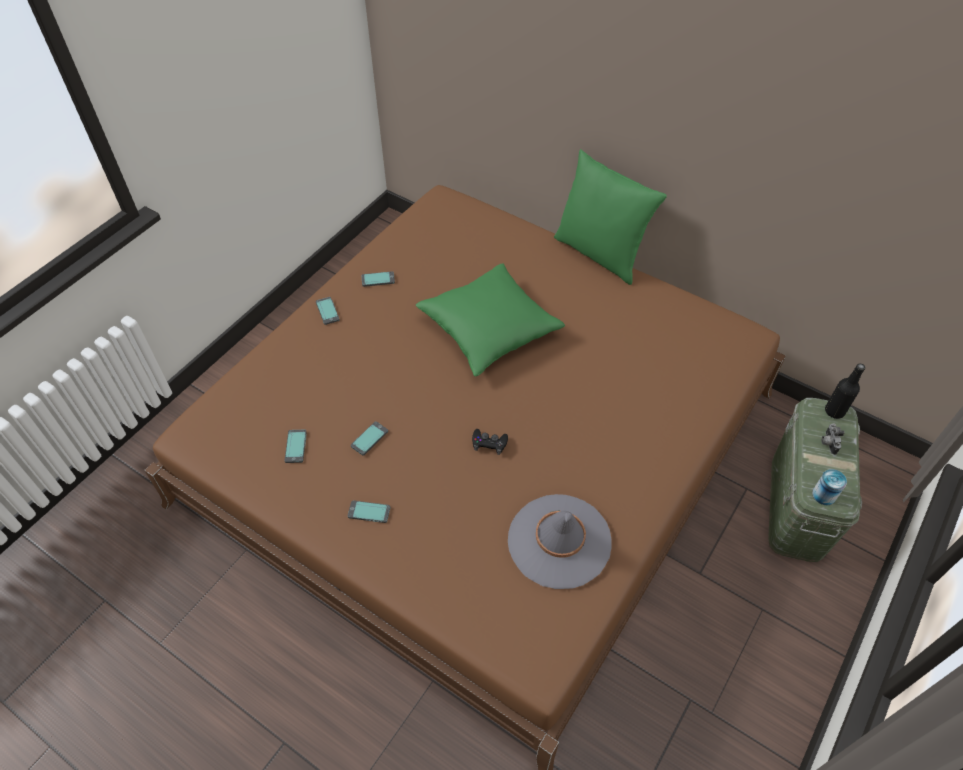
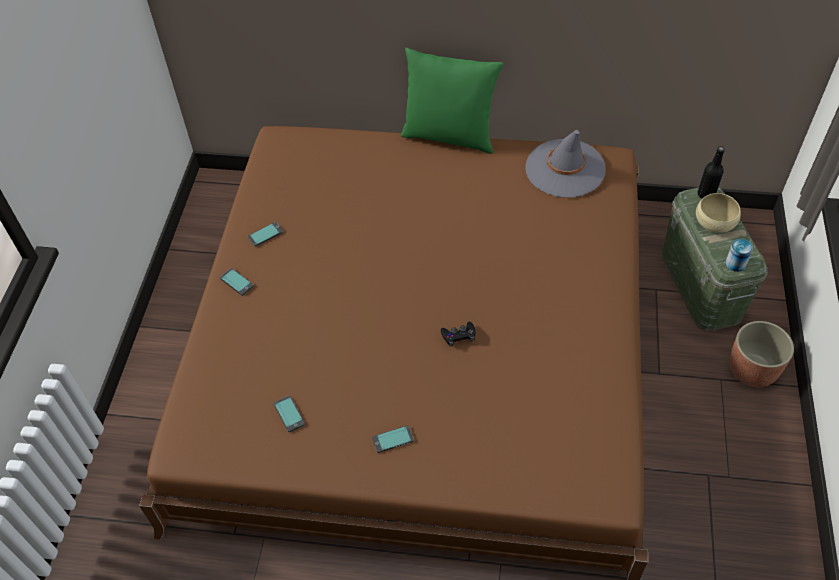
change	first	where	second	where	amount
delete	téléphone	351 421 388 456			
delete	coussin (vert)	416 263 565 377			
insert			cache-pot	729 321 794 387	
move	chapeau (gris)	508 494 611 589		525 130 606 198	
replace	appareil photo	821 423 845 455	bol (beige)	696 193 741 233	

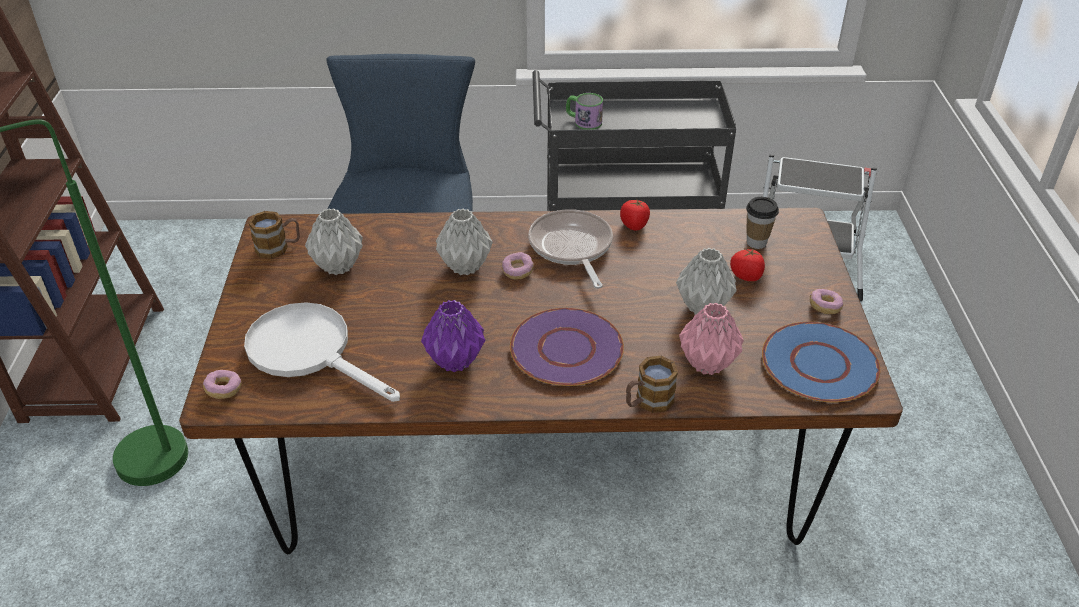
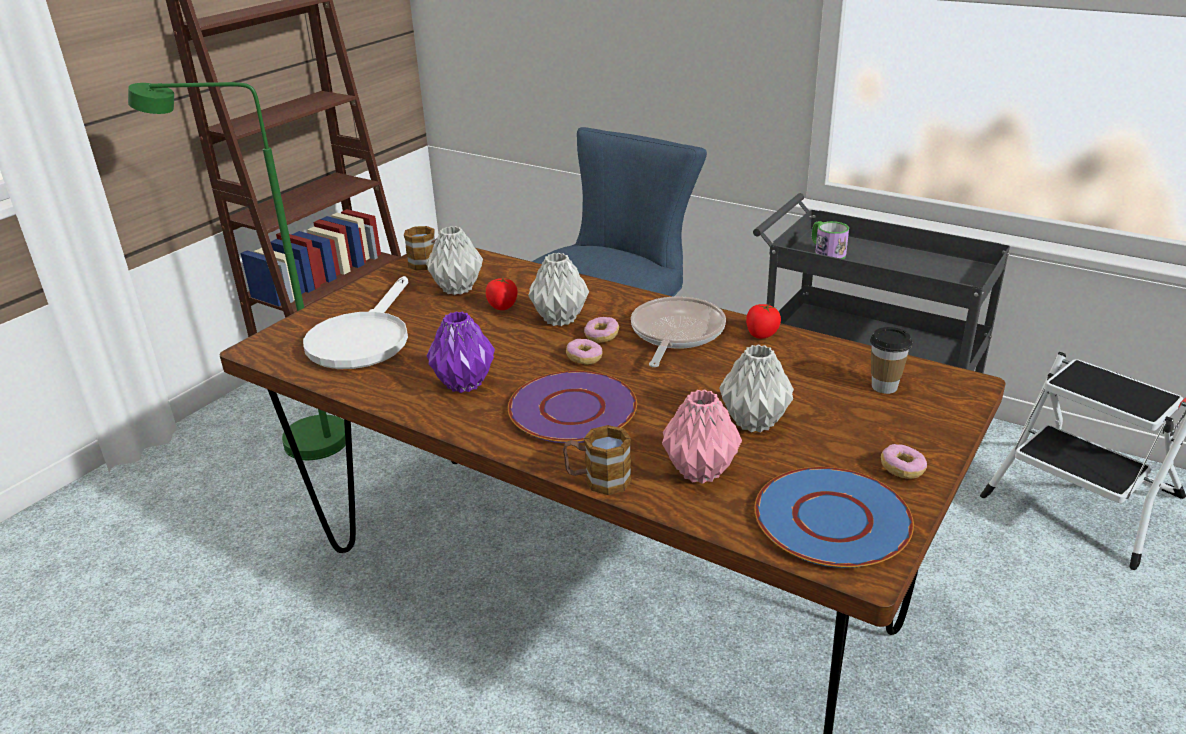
change	first	where	second	where	amount
move	beignet	203 370 242 399		566 339 602 365	
move	tomate	730 247 765 281		486 277 518 310	
rotate	poêle (blanc)	244 302 400 402		303 276 408 369	150 degrees counterclockwise

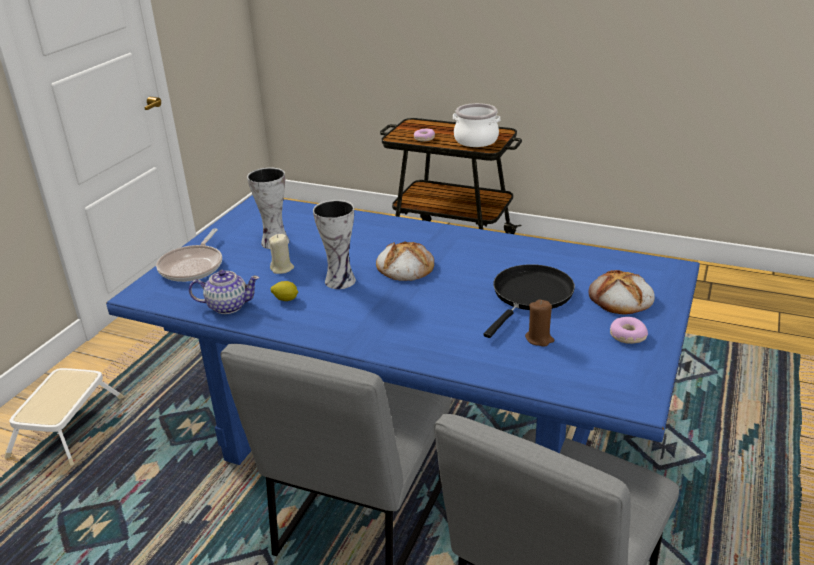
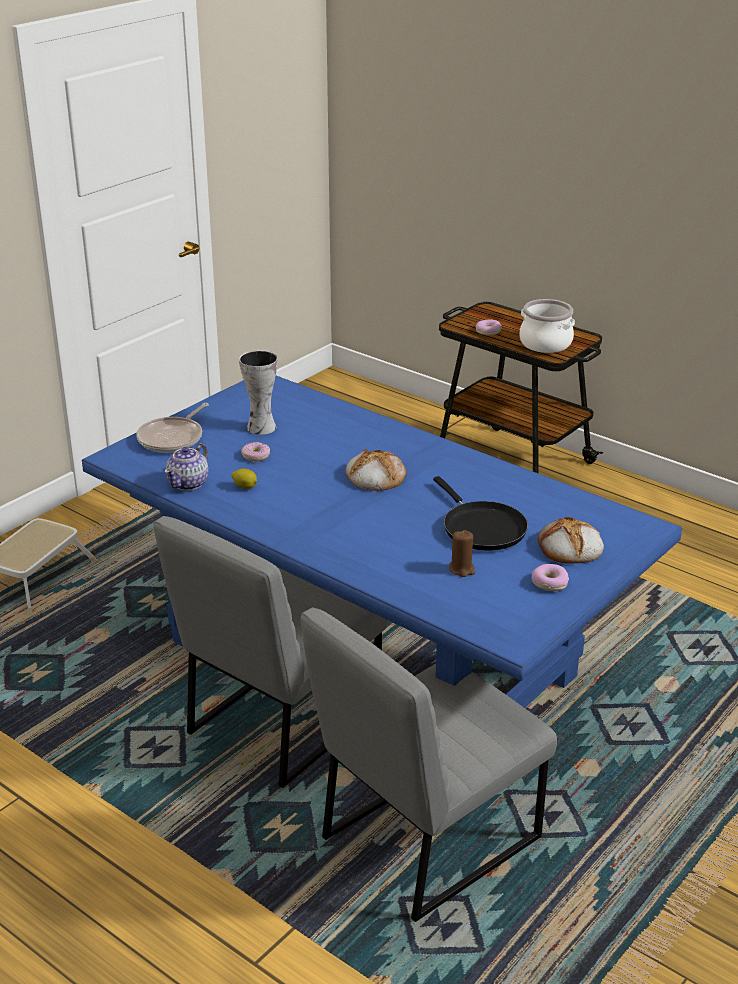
change	first	where	second	where	amount
delete	vase	313 200 356 289			
replace	bougie (beige)	269 234 294 274	beignet	241 442 270 461	
rotate	théière	189 270 260 314		165 443 209 491	105 degrees clockwise
rotate	poêle (noir)	484 264 575 338		433 476 528 551	105 degrees clockwise

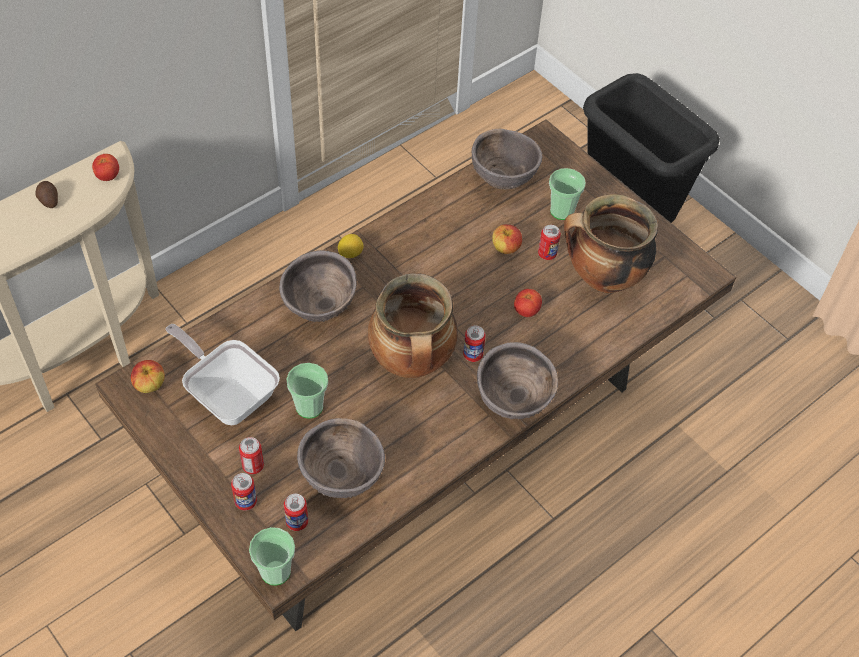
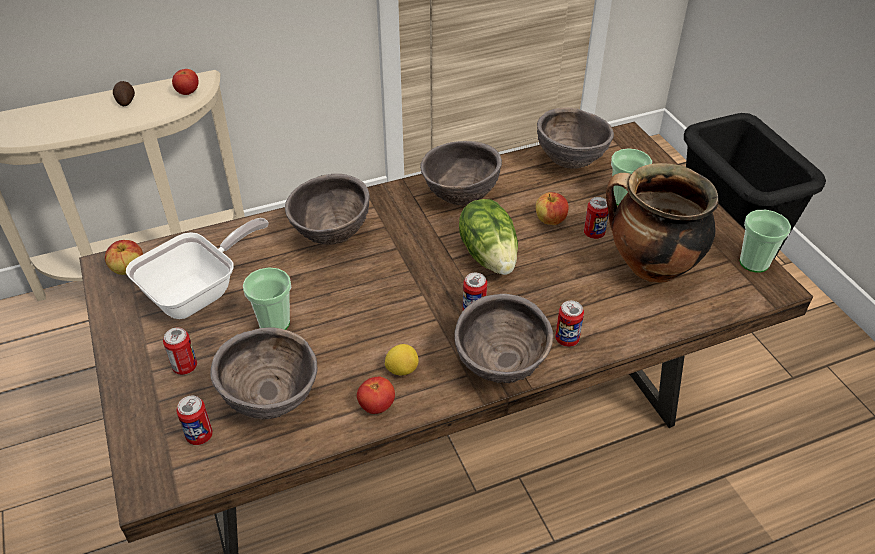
change	first	where	second	where	amount
delete	marmite	368 273 458 378			
insert			bol (marron)	420 141 502 206	
insert			laitue	459 199 518 275	
move	boîte métallique	231 473 257 511		555 301 584 347	
move	tasse	249 527 295 585		740 210 791 273	
move	citron	338 234 363 258		385 344 419 376	
move	tomate	514 289 542 317		357 377 395 414	
rotate	poêle	165 324 280 425		126 218 269 319	75 degrees clockwise

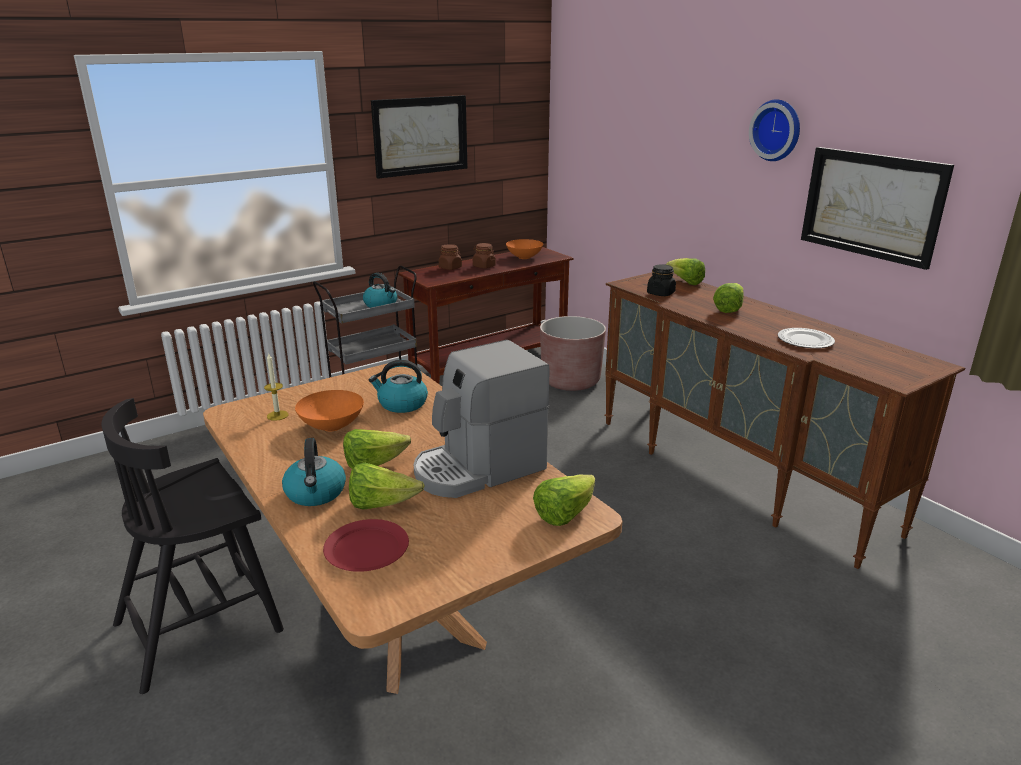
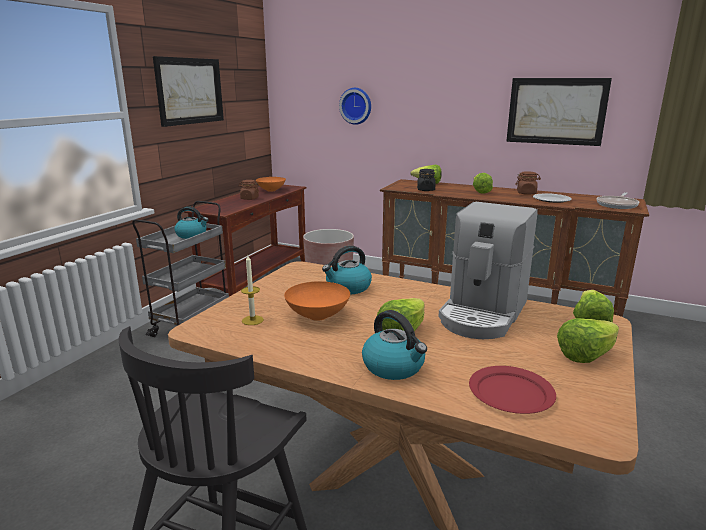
change	first	where	second	where	amount
insert			poêle	597 192 639 209	
move	laitue	349 463 425 510		557 318 619 363	
move	bocal (marron)	439 244 462 270		515 171 541 195	
move	horloge murale	749 99 800 161		339 88 371 125	

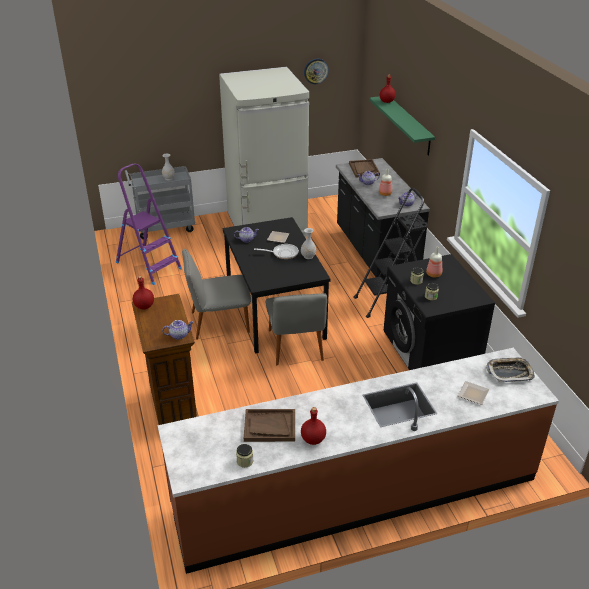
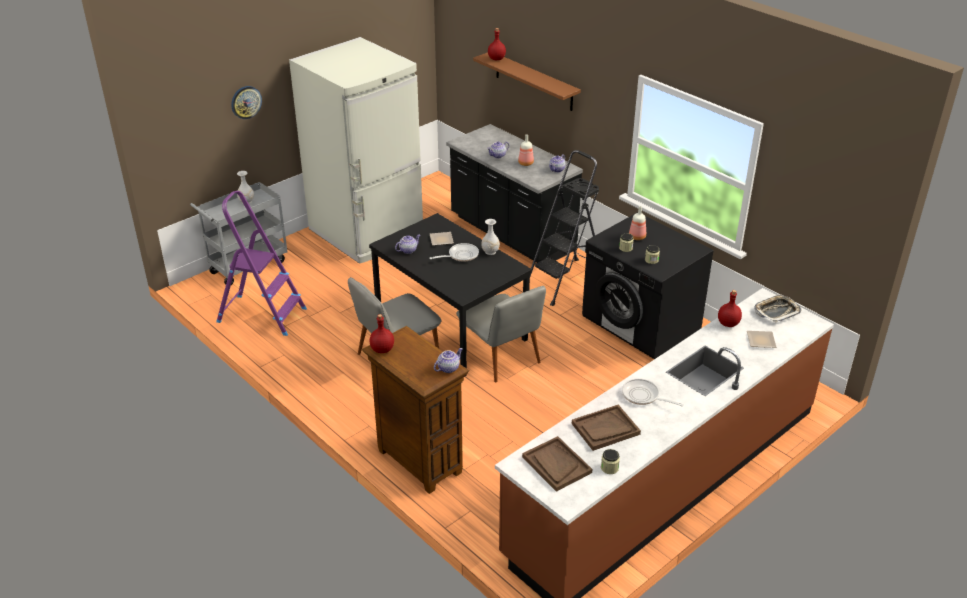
change	first	where	second	where	amount
insert			poêle	622 379 684 407	
move	bouteille (rouge)	301 407 326 445		718 290 742 327	
move	horloge murale	304 59 329 84		231 86 262 119	
move	plateau (marron)	349 159 380 178		522 436 592 492	
recolor	étagère (vert)	369 96 435 155	étagère (marron)	473 52 581 111	

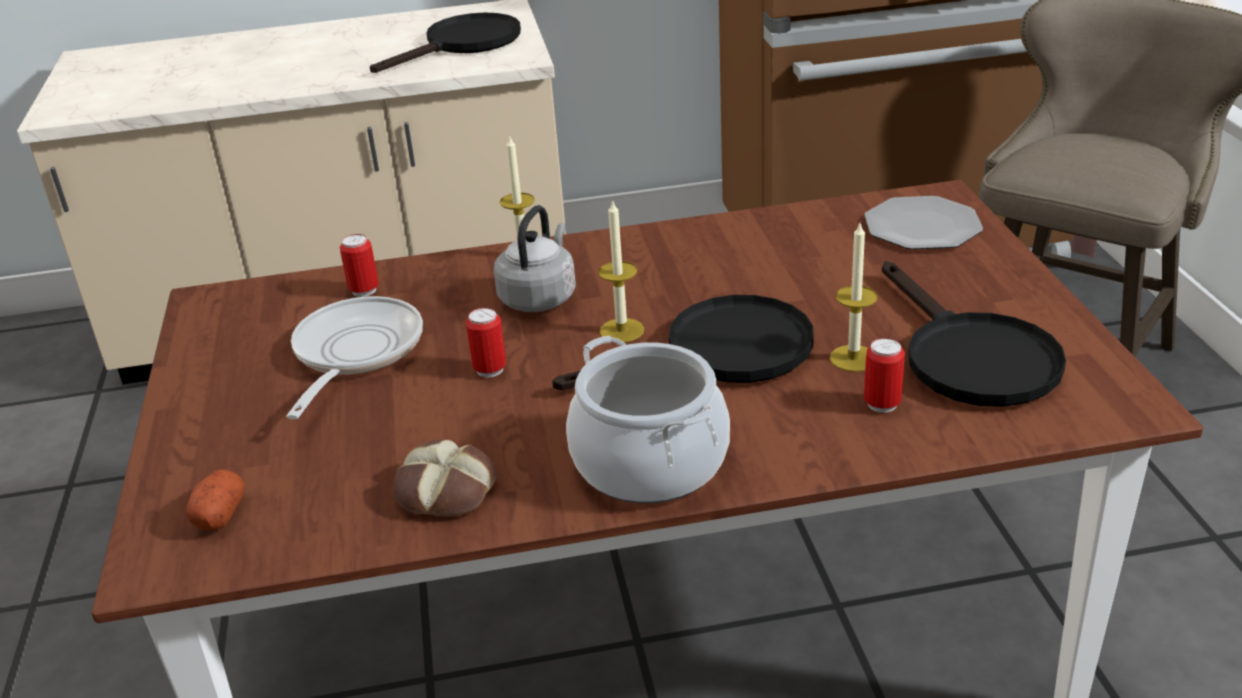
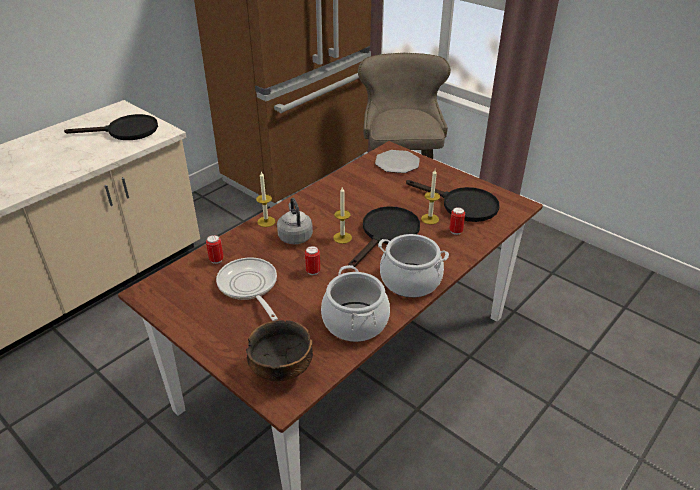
change	first	where	second	where	amount
replace	pomme de terre	186 470 245 531	bol	246 320 313 382	
replace	pain	393 439 497 517	marmite	321 265 390 342	
rotate	poêle (noir)	370 13 521 73		64 114 158 140	75 degrees clockwise

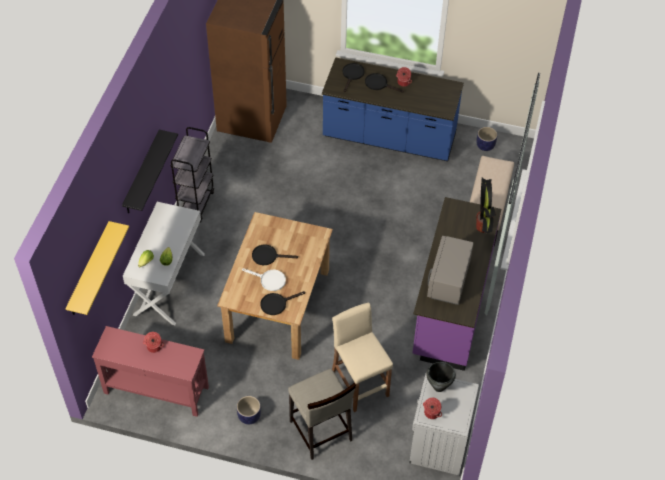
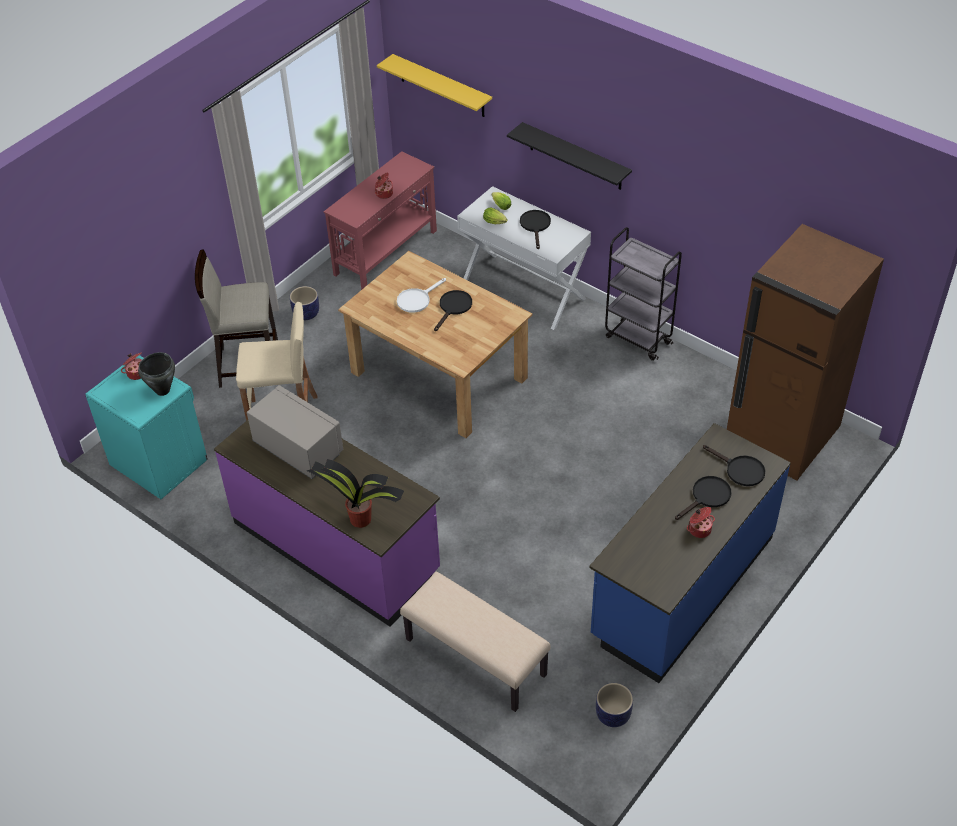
change	first	where	second	where	amount
move	poêle (noir)	260 291 305 315		520 210 551 249	
recolor	lave-linge (blanc)	409 372 479 475	lave-linge (turquoise)	85 355 208 499	

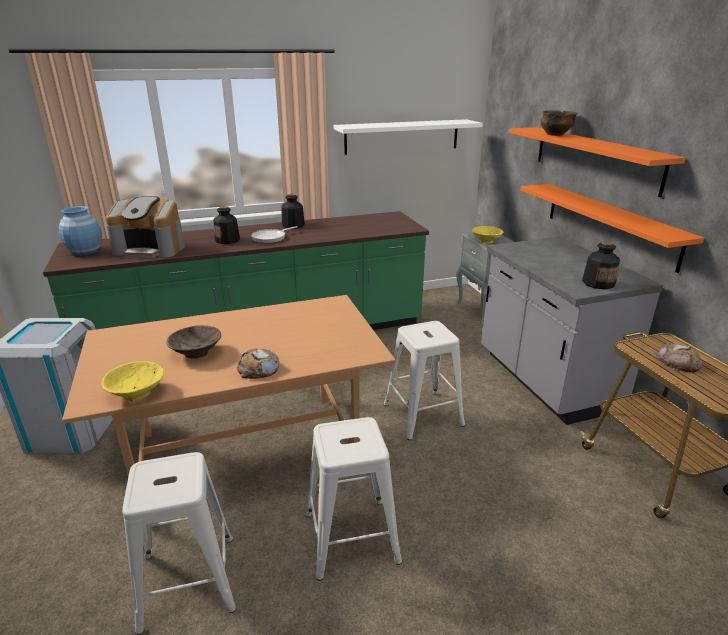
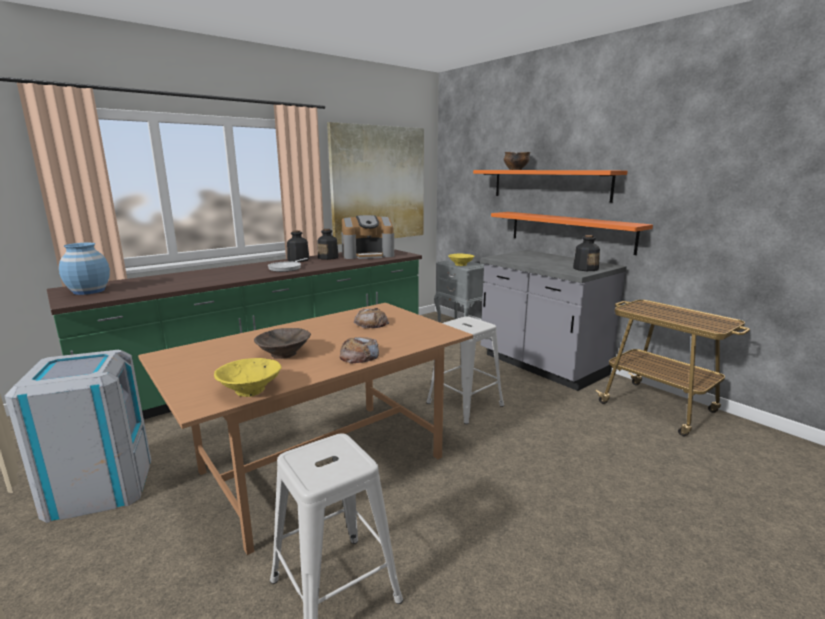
change	first	where	second	where	amount
delete	tabouret (blanc)	306 417 402 581			
move	machine à café	105 196 185 258		341 215 394 259	
move	bouteille	213 206 240 244		318 229 339 260	
move	pain	656 342 703 372		354 308 389 328	
replace	étagère (blanc)	334 119 483 155	tableau	327 122 424 245	

